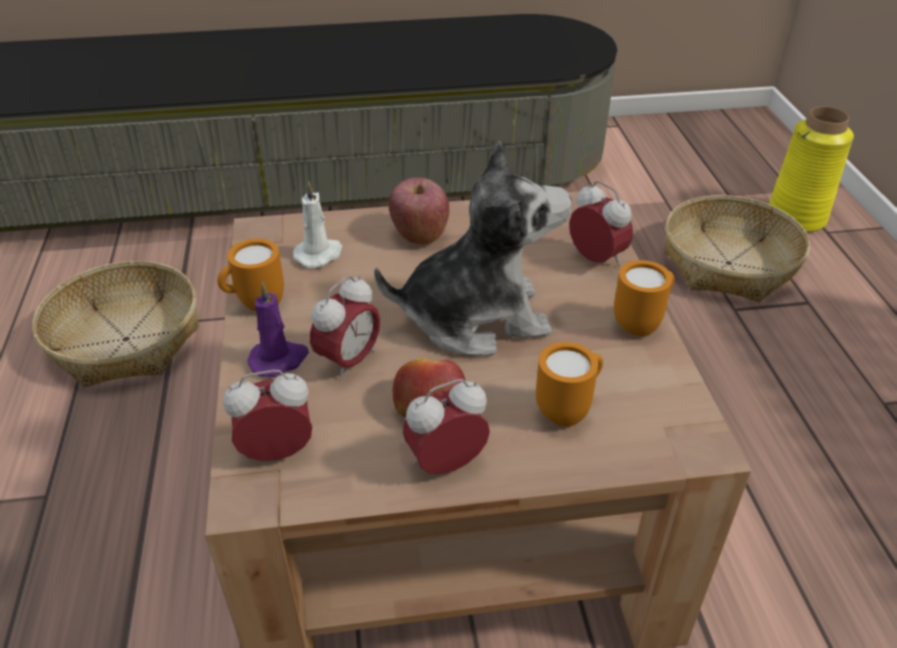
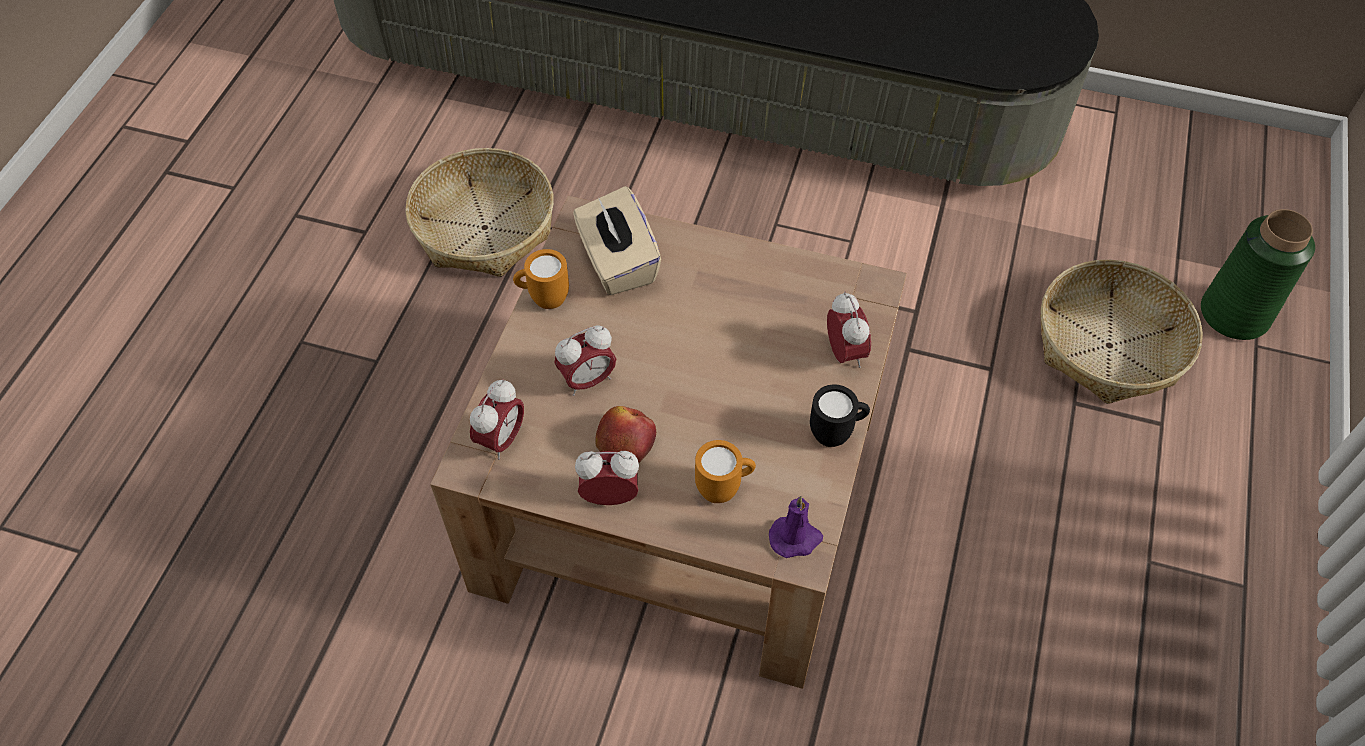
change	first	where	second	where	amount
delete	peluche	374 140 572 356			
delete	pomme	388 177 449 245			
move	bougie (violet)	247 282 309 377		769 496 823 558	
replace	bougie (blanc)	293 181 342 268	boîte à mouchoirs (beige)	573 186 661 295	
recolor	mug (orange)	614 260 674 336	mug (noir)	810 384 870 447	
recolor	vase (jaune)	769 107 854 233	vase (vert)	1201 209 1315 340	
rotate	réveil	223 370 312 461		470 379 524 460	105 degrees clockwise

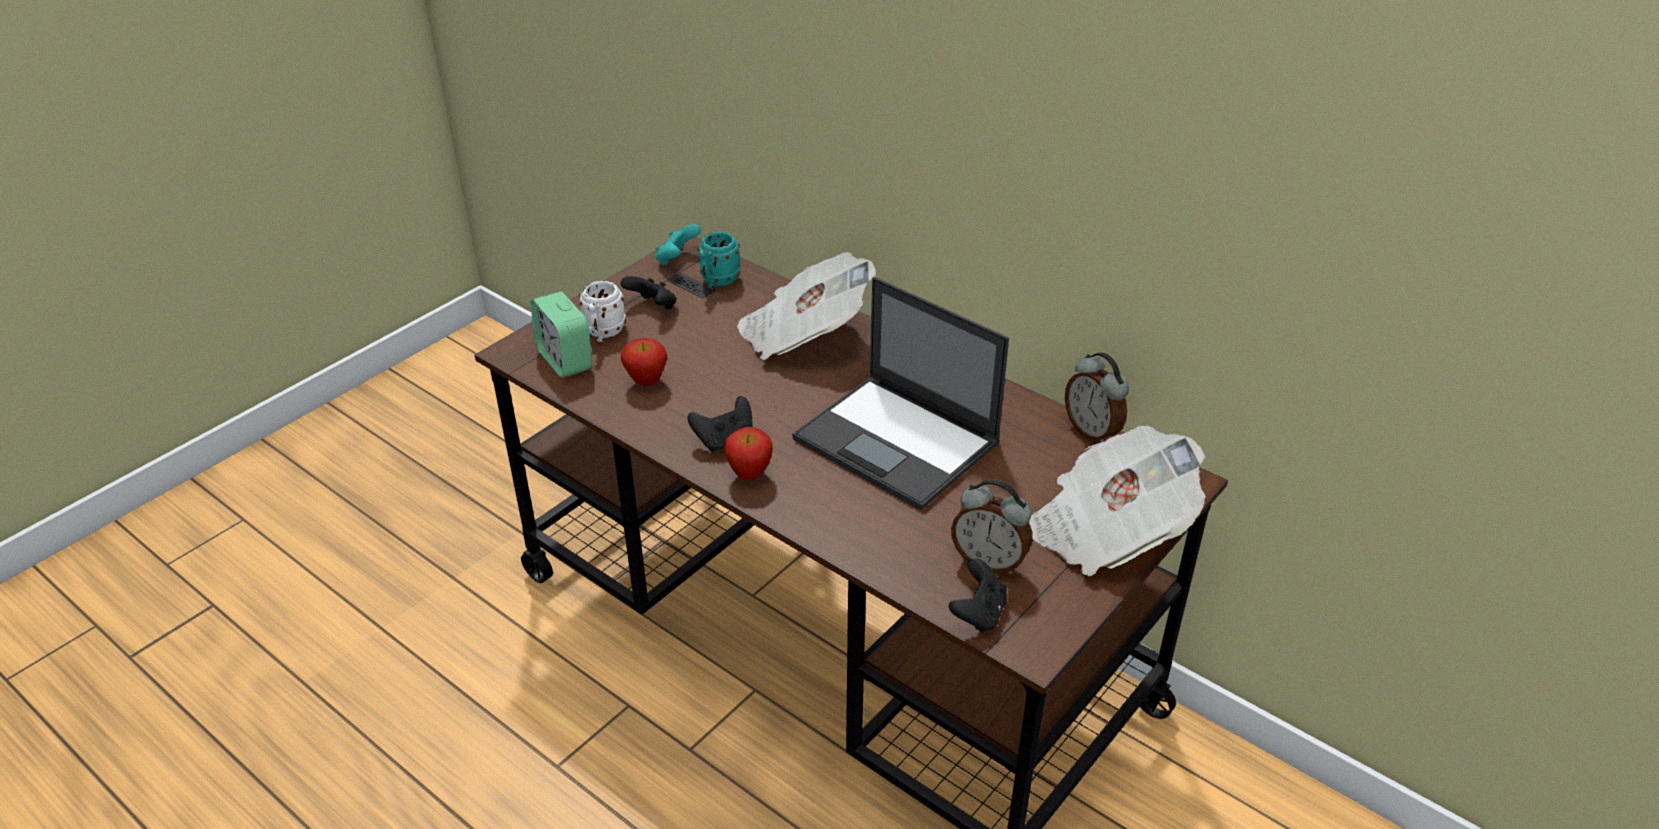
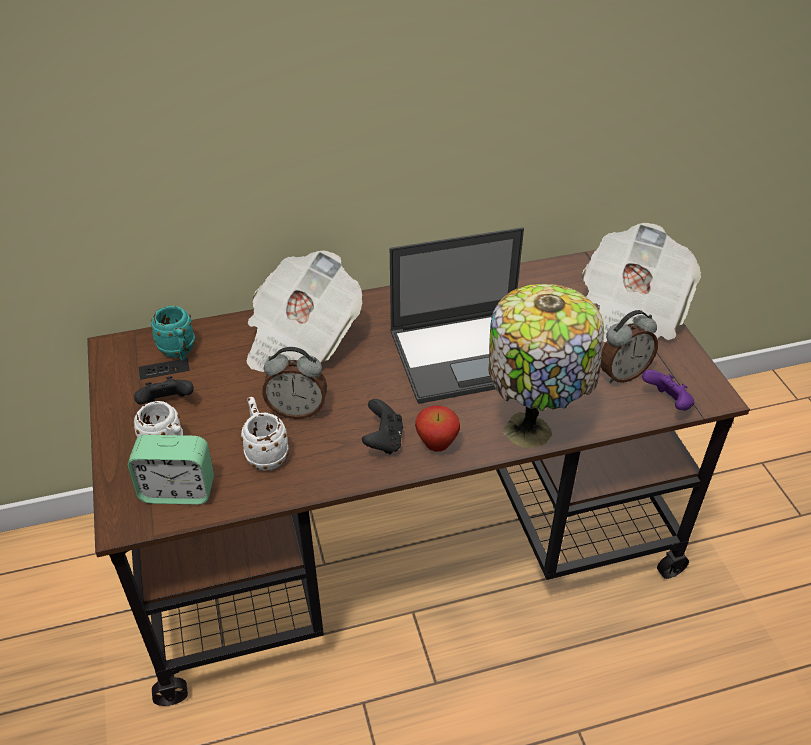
change	first	where	second	where	amount
delete	manette (turquoise)	655 224 701 265			
insert			lampe de table	488 284 604 448	
move	réveil	1065 352 1129 442		262 347 327 419	
replace	pomme	621 338 668 386	mug (blanc)	241 397 289 470	
recolor	manette (noir)	949 558 1007 632	manette (violet)	642 370 694 411	

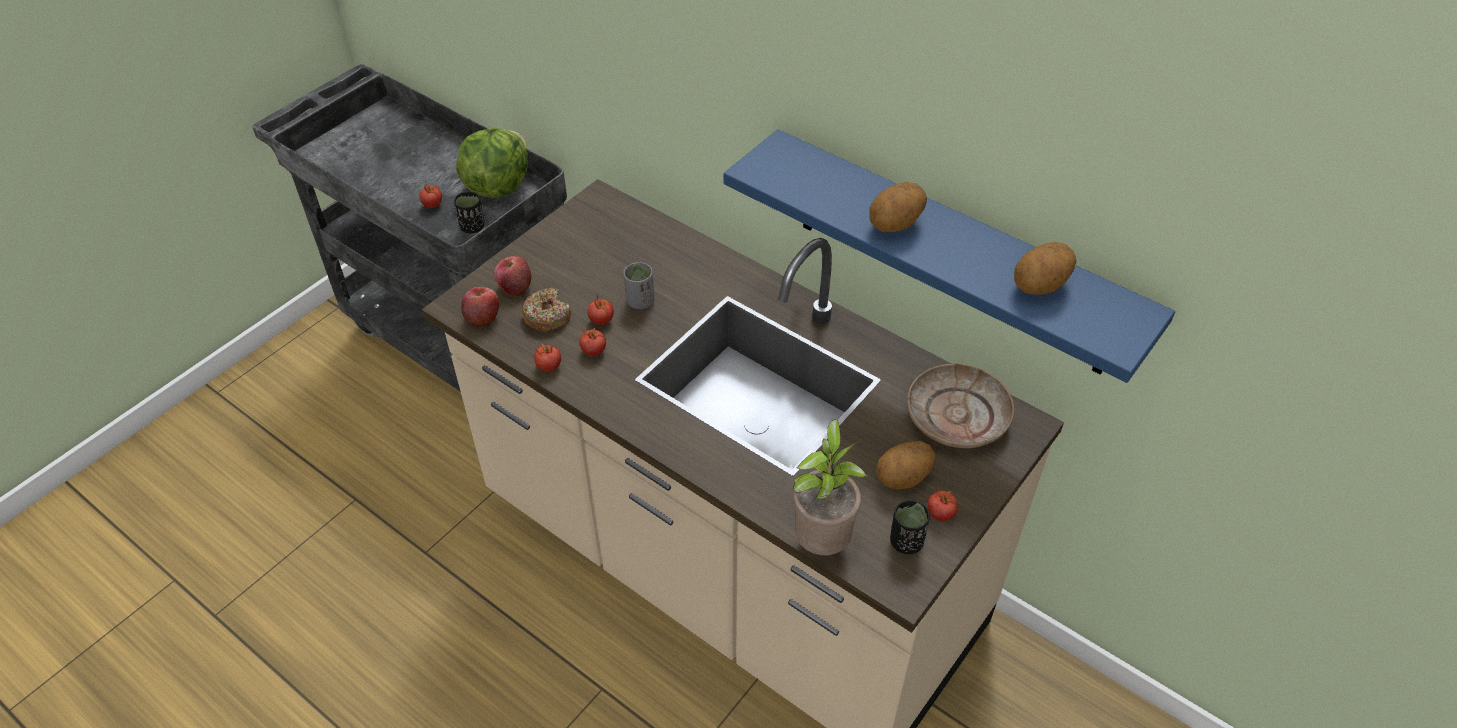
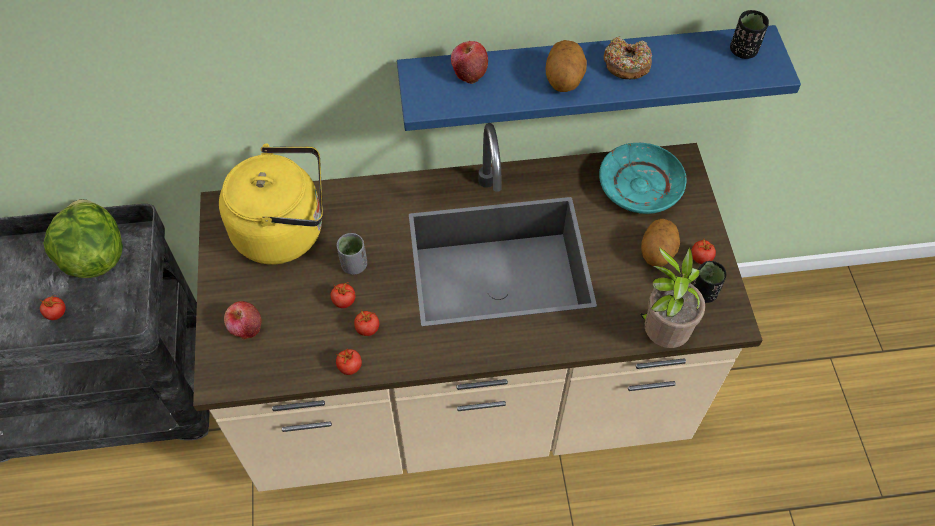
change	first	where	second	where	amount
delete	pomme de terre	1014 242 1076 295			
insert			bouilloire (jaune)	219 143 323 264	
move	tasse (noir)	454 191 485 233		730 10 769 59	
move	pomme	461 287 499 327		451 41 488 84	
move	beignet	521 288 571 332		604 36 652 79	
recolor	assiette (beige)	907 364 1014 448	assiette (turquoise)	599 143 686 214	

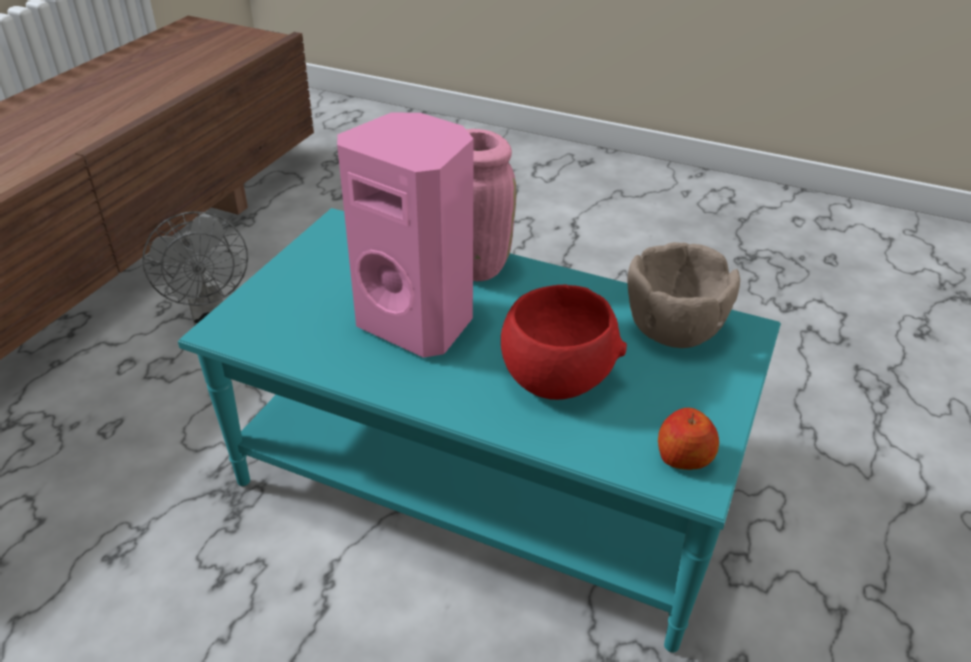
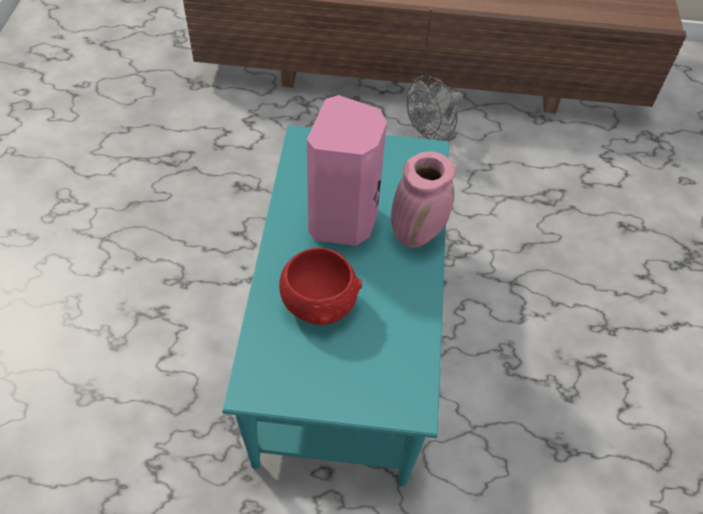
change	first	where	second	where	amount
delete	bol (marron)	628 242 740 348			
delete	pomme	658 408 719 470			

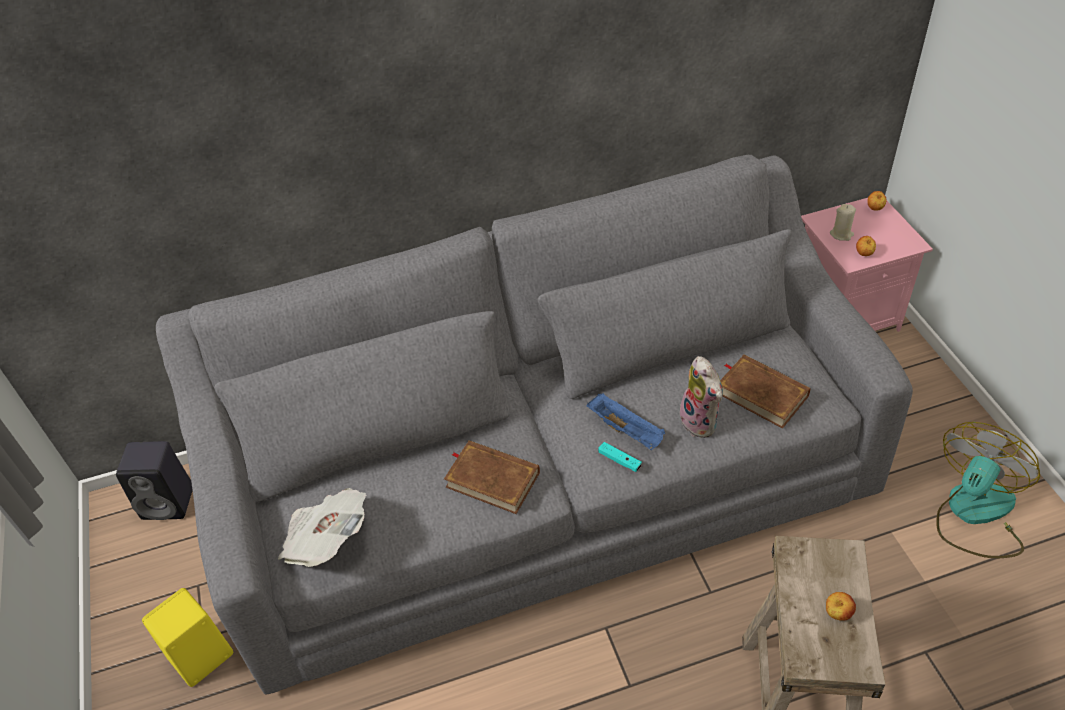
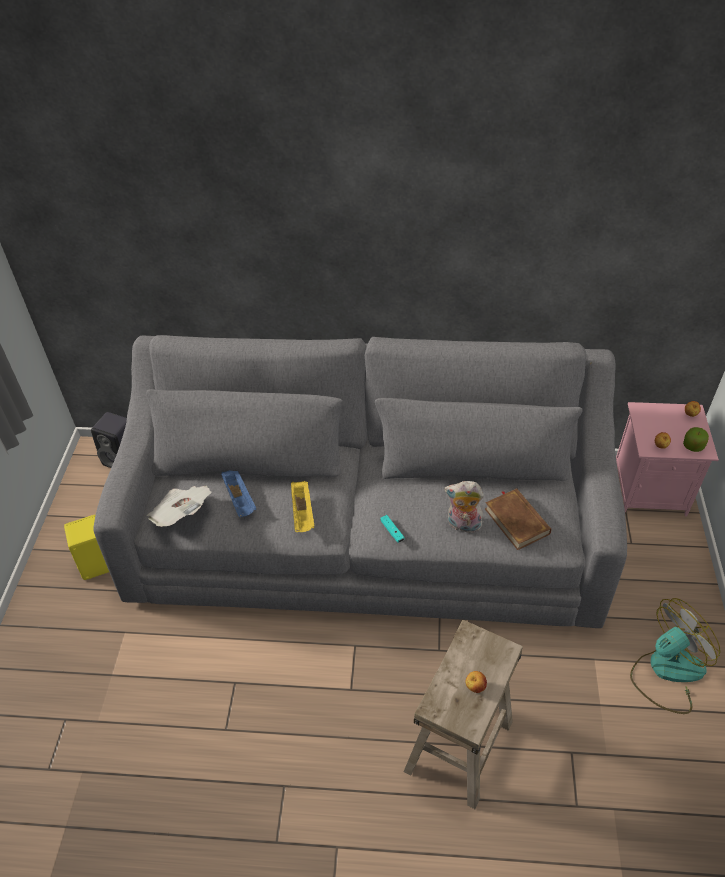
change	first	where	second	where	amount
delete	bougie (beige)	830 204 856 241			
insert			pomme	683 427 709 452	
move	plateau (bleu)	587 393 665 450		221 470 256 517	
replace	livre (marron)	444 440 540 514	plateau (jaune)	291 481 314 532	
rotate	peluche	680 356 723 438		444 481 484 533	105 degrees clockwise

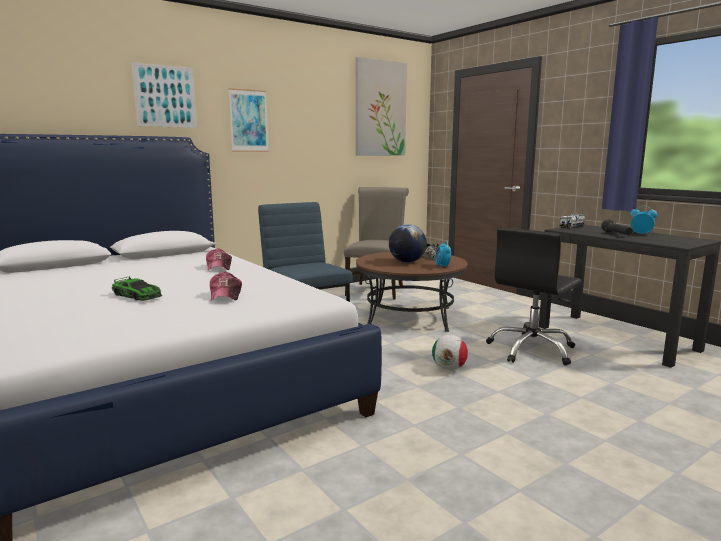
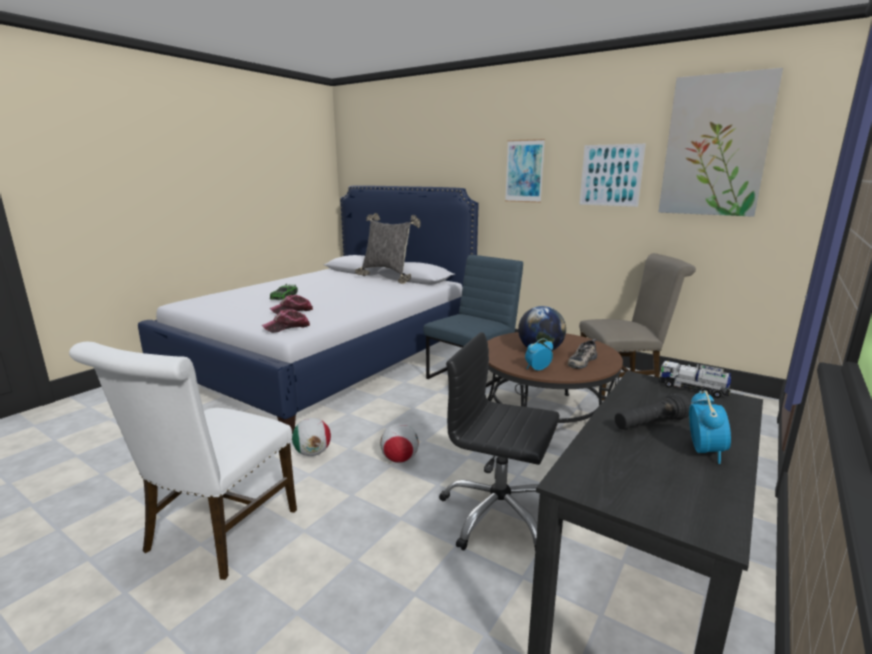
change	first	where	second	where	amount
insert			chaise (blanc)	69 342 297 580	
insert			ballon de foot	292 418 331 456	
insert			coussin	355 213 421 284	
move	tableau	132 62 197 128		579 144 646 207	
move	casquette	206 248 232 271		262 309 310 333	

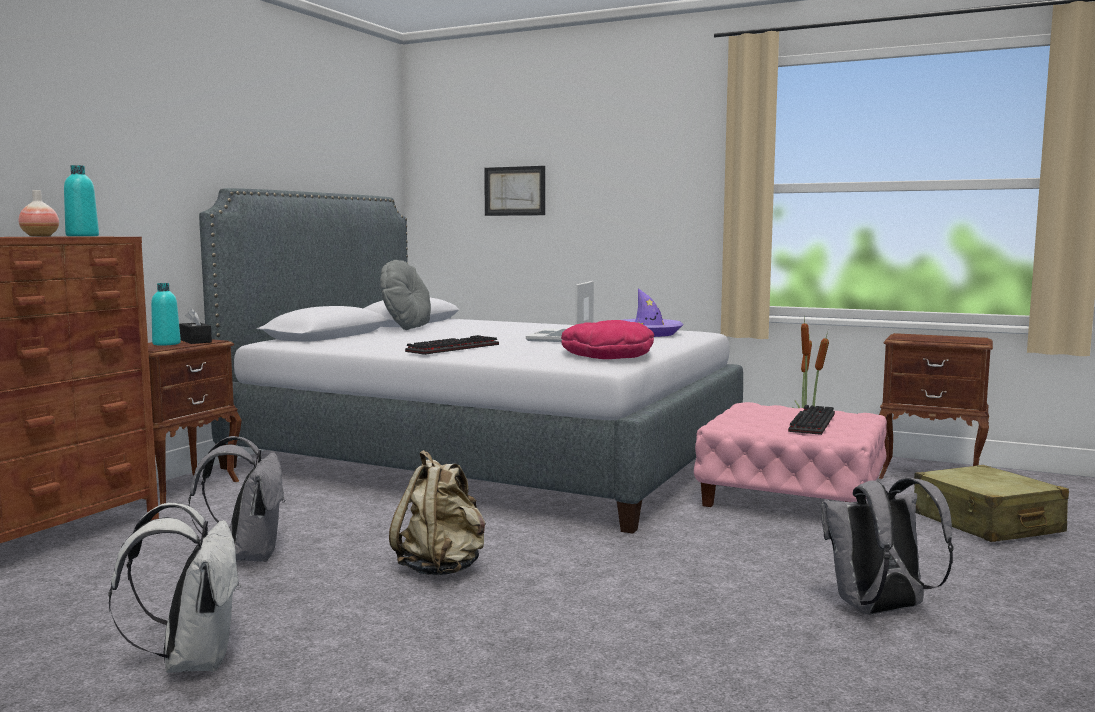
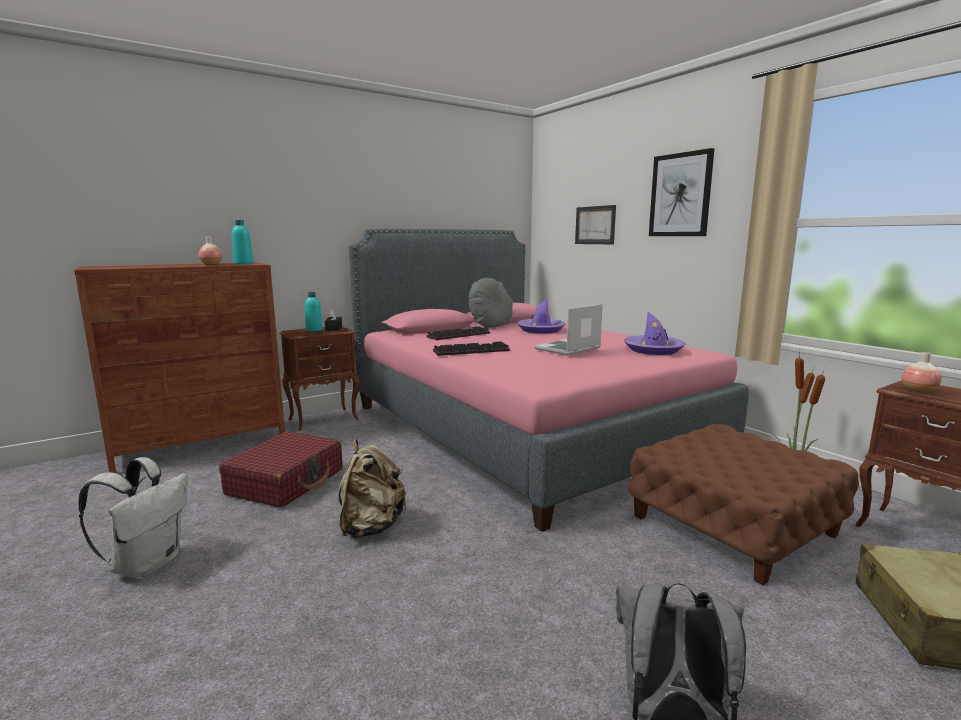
change	first	where	second	where	amount
delete	coussin (rose)	561 320 654 359			
insert			chapeau (violet)	517 299 566 334	
insert			tableau	649 148 714 236	
insert			vase	902 352 942 393	
move	clavier	788 405 835 435		427 326 490 340	
replace	sac à dos (gris)	188 436 285 562	valise (rouge)	219 432 342 508	
recolor	lit (gris)	199 188 743 534	lit (rose)	349 229 749 532	
recolor	pouf (rose)	694 402 887 507	pouf (marron)	628 424 859 585	

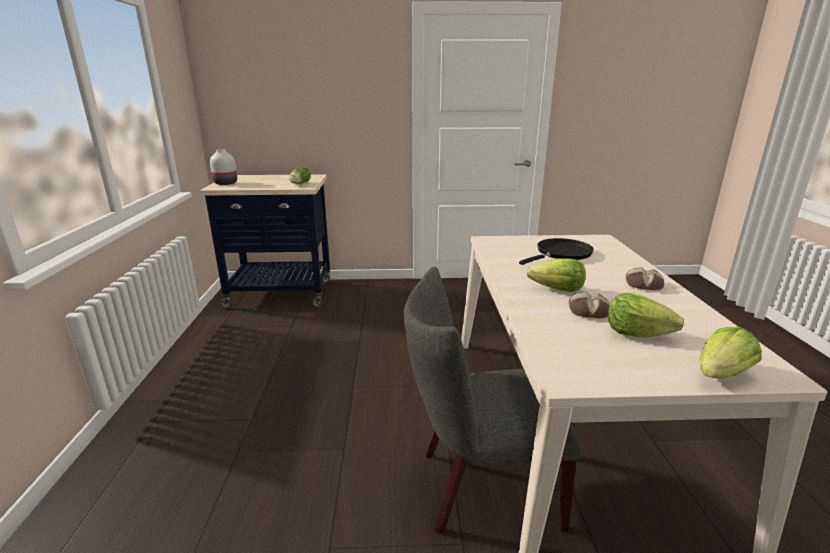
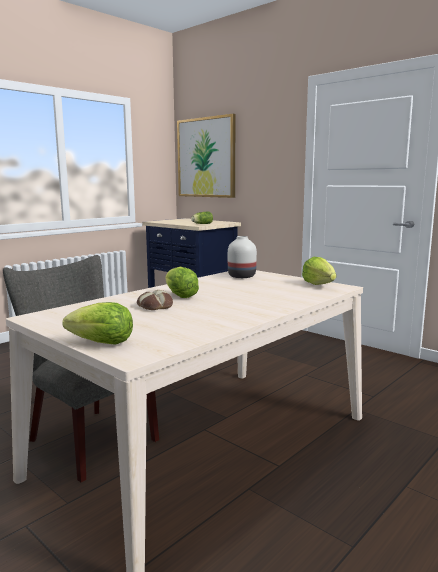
change	first	where	second	where	amount
delete	poêle (noir)	519 238 594 265			
delete	pain	626 267 664 290			
insert			tableau	177 114 235 198	
move	vase (blanc)	210 150 237 185		228 236 257 278	
move	laitue	608 293 684 337		302 256 336 285	

